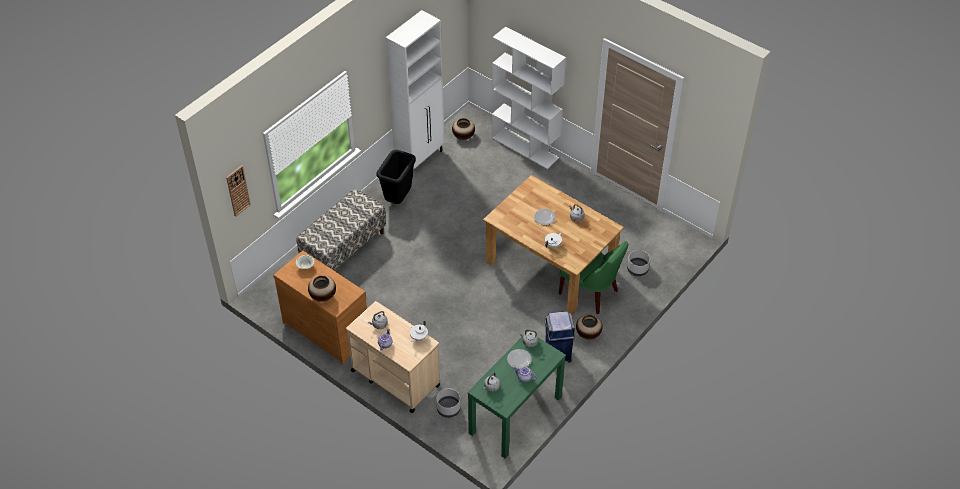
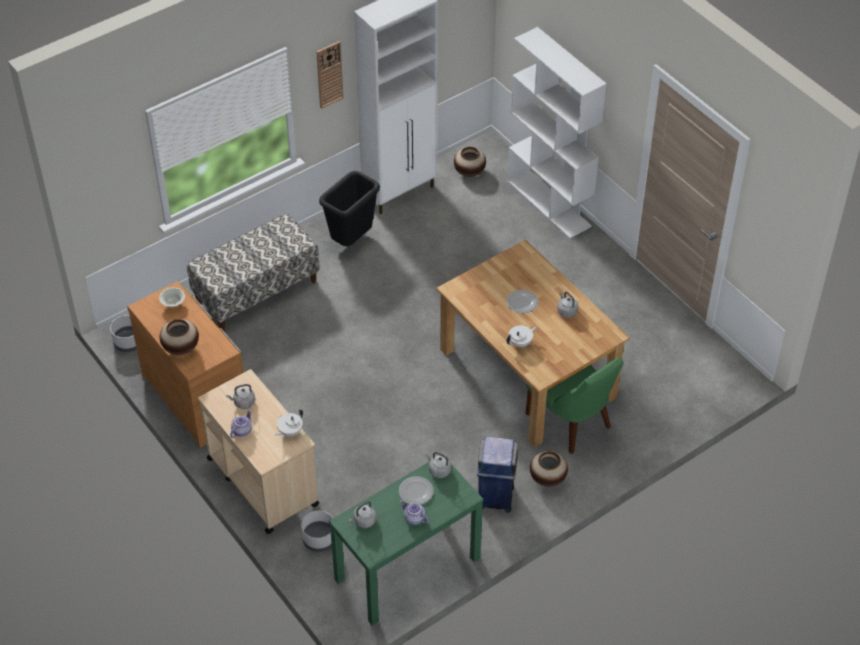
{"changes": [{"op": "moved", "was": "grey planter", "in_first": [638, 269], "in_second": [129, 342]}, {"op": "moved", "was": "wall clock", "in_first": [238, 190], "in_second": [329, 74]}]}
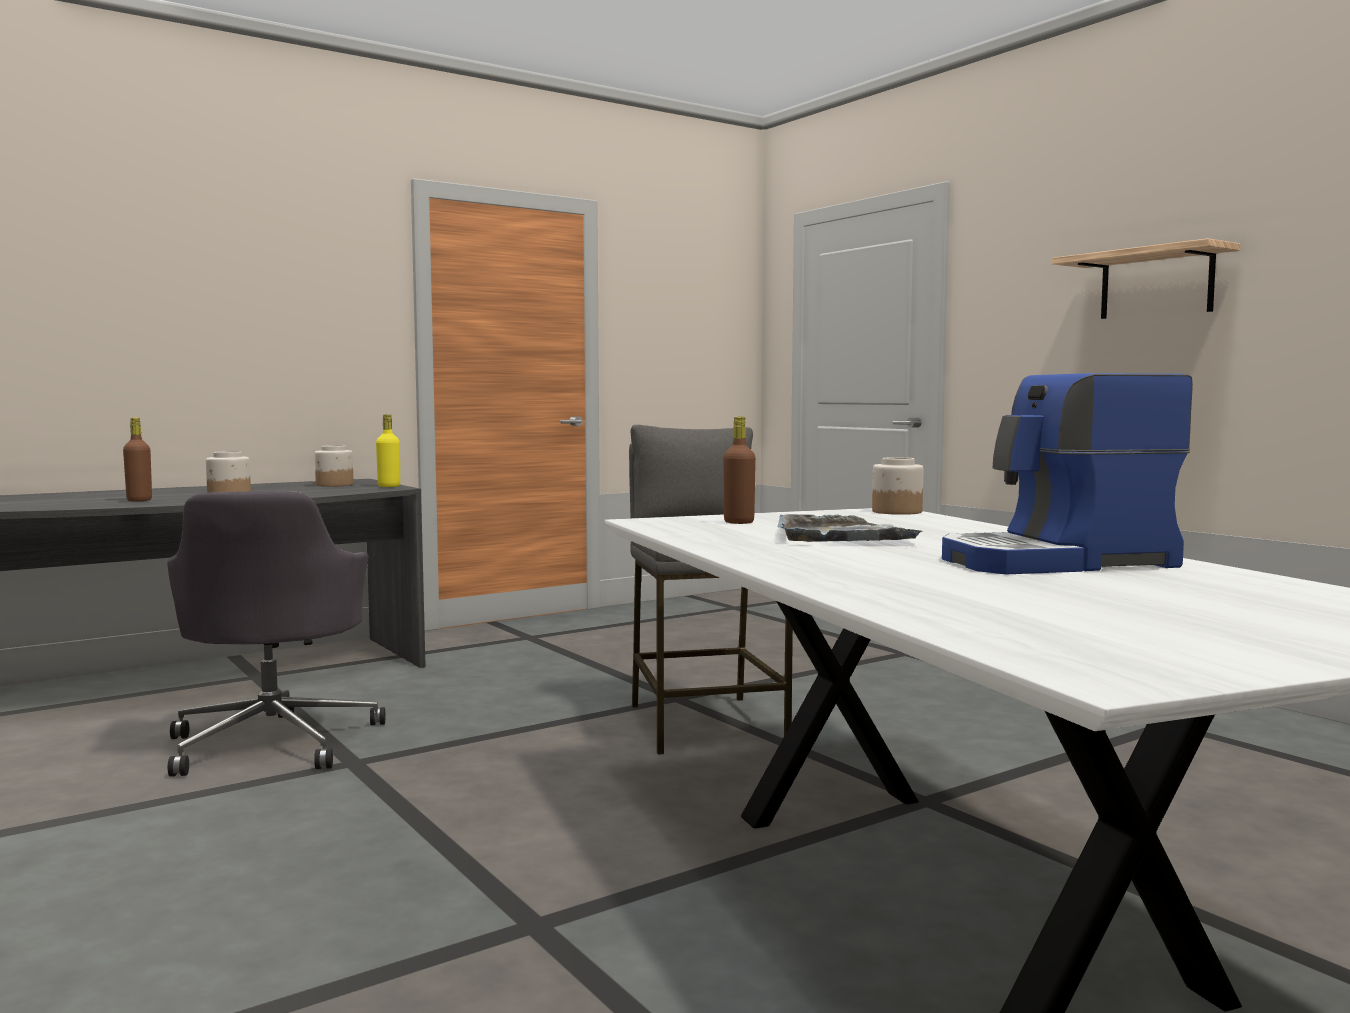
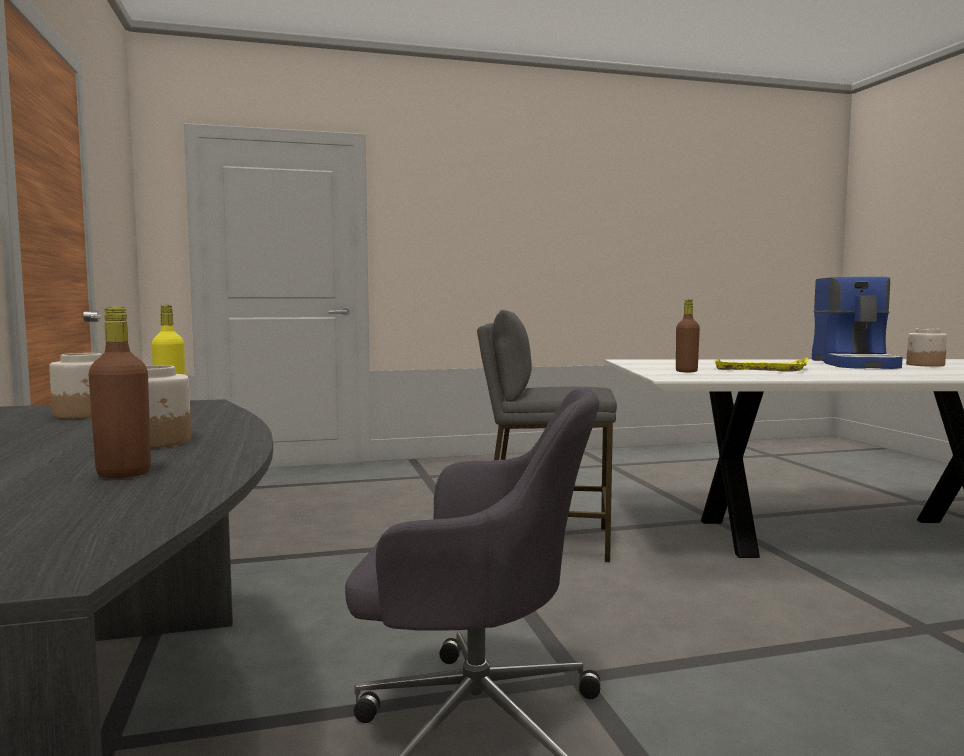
{"changes": [{"op": "recoloured", "was": "grey tray", "now": "yellow tray", "in_first": [843, 536], "in_second": [761, 368]}, {"op": "moved", "was": "jar", "in_first": [896, 512], "in_second": [925, 365]}, {"op": "removed", "was": "shelf", "in_first": [1156, 284]}]}
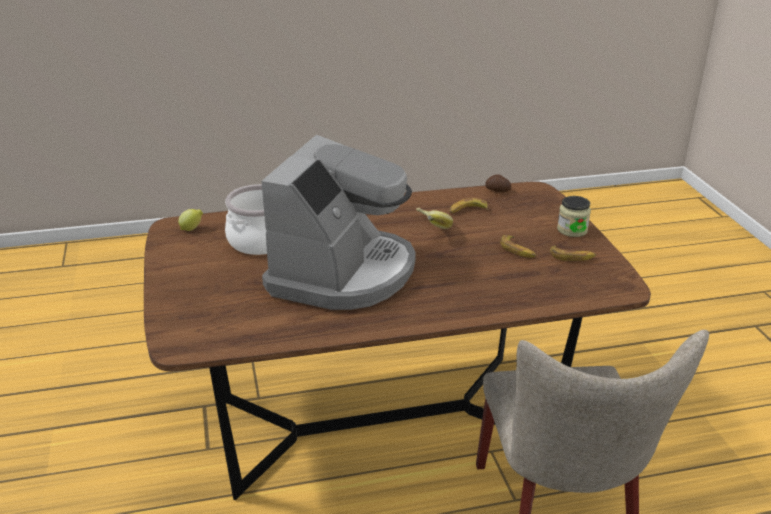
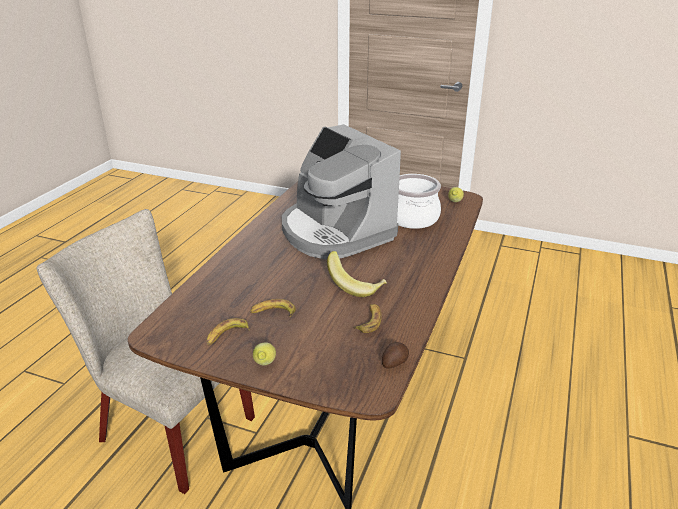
{"changes": [{"op": "replaced", "was": "jar", "now": "lemon", "in_first": [572, 230], "in_second": [264, 364]}]}
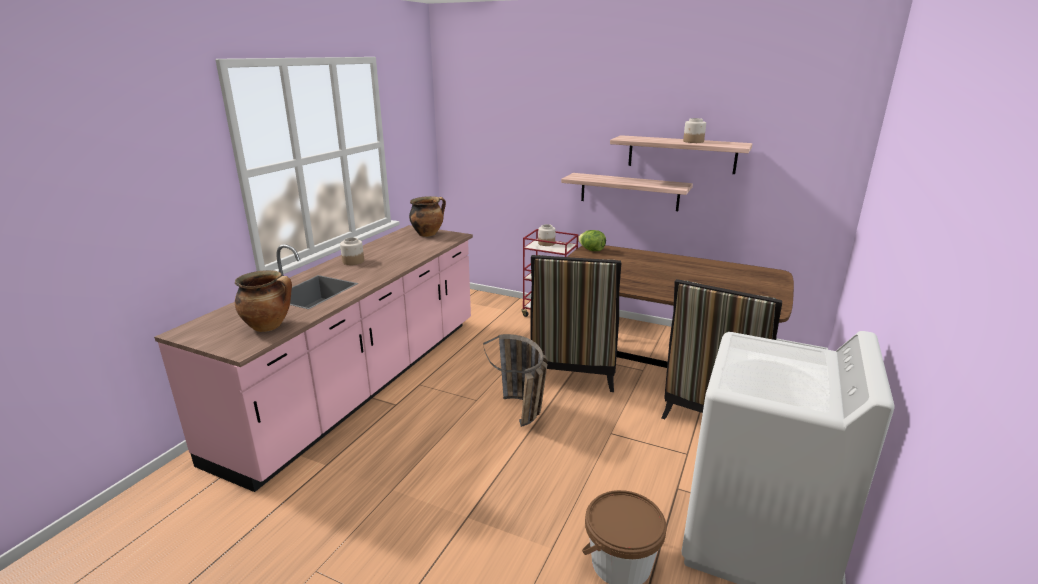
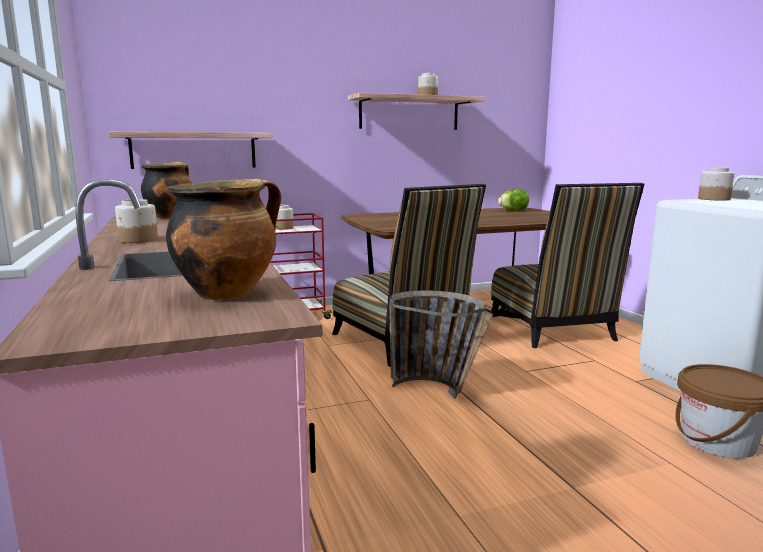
{"changes": [{"op": "moved", "was": "shelf", "in_first": [629, 191], "in_second": [194, 150]}, {"op": "moved", "was": "lettuce", "in_first": [591, 250], "in_second": [513, 211]}, {"op": "added", "now": "jar", "in_second": [713, 199]}]}
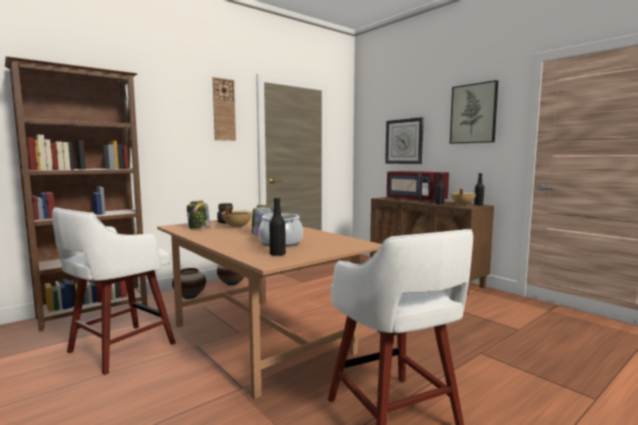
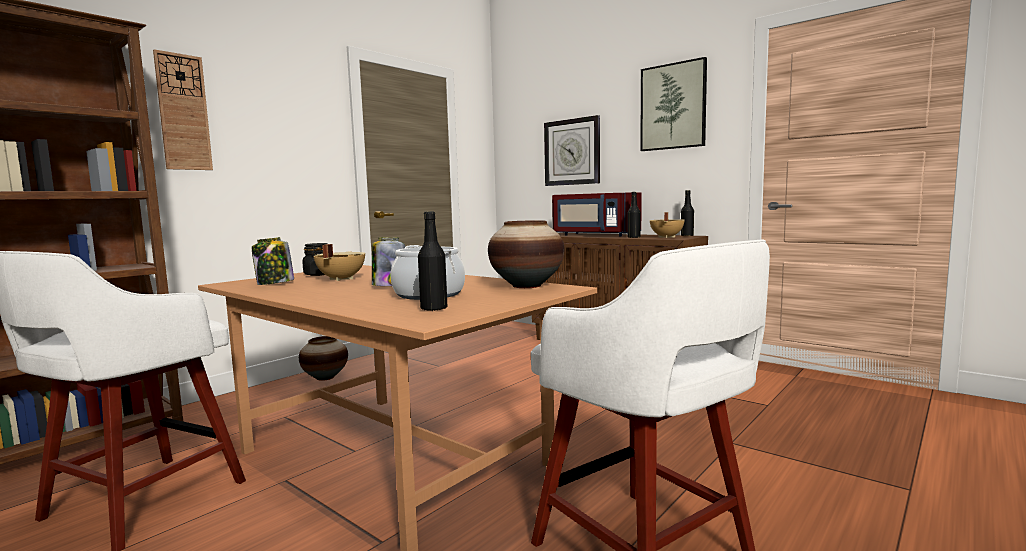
{"changes": [{"op": "moved", "was": "wall clock", "in_first": [224, 110], "in_second": [183, 112]}, {"op": "moved", "was": "vase", "in_first": [190, 296], "in_second": [527, 286]}]}
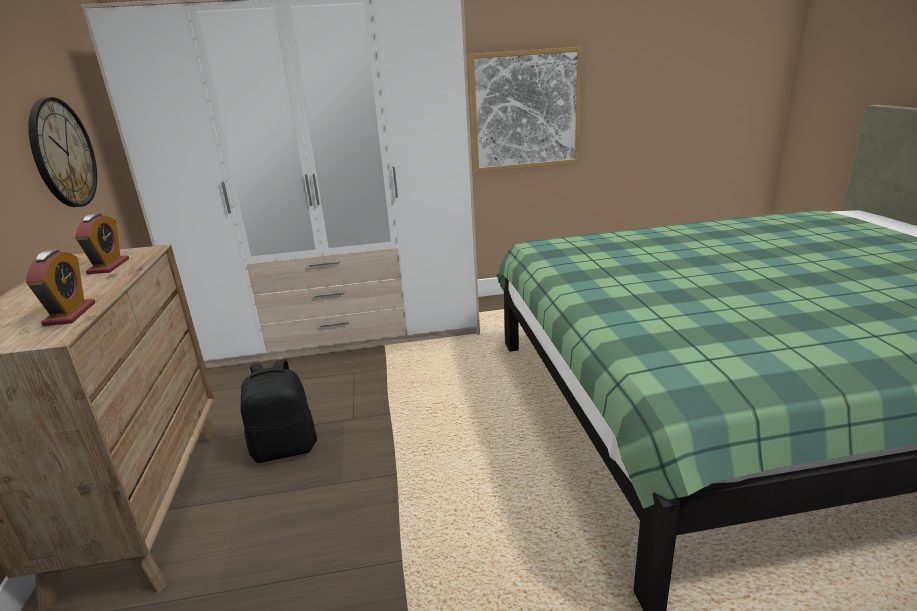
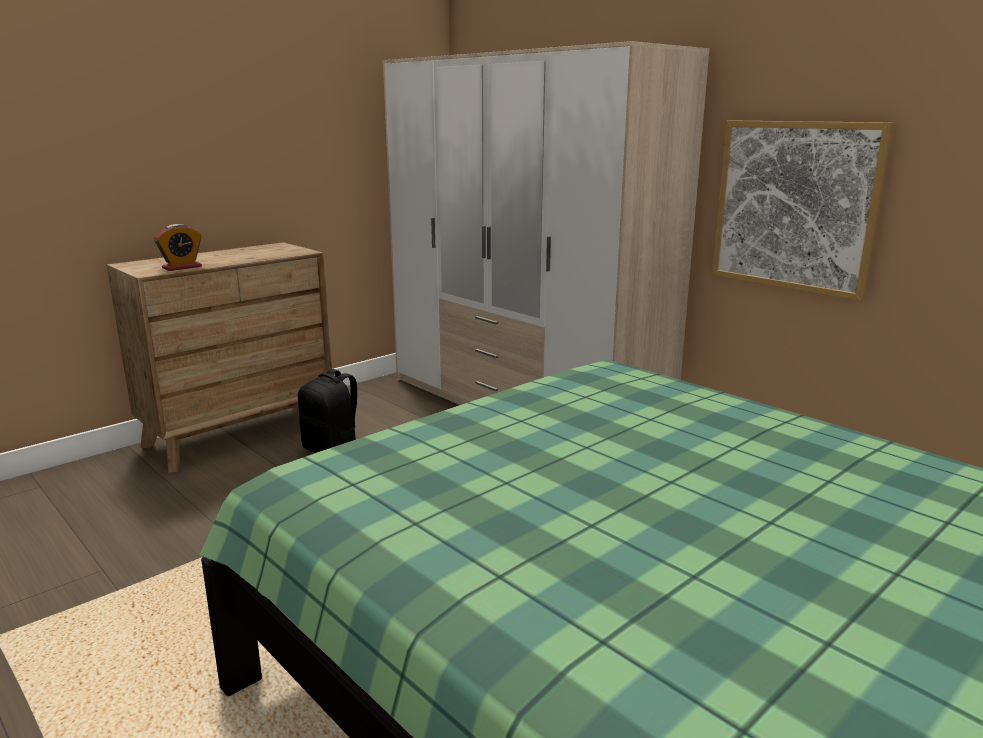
{"changes": [{"op": "removed", "was": "wall clock", "in_first": [62, 153]}, {"op": "removed", "was": "alarm clock", "in_first": [108, 266]}]}
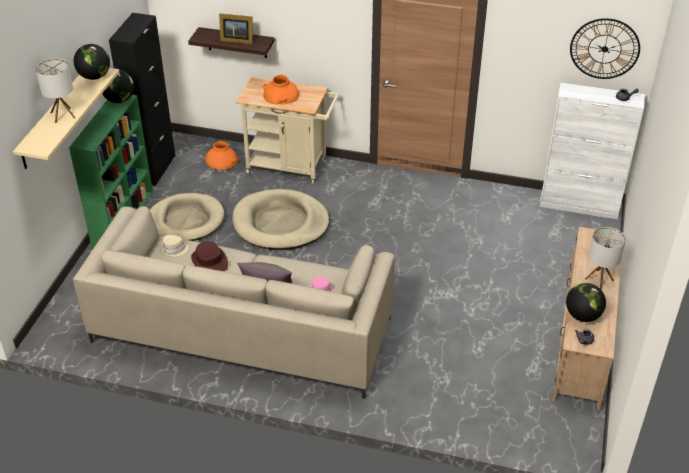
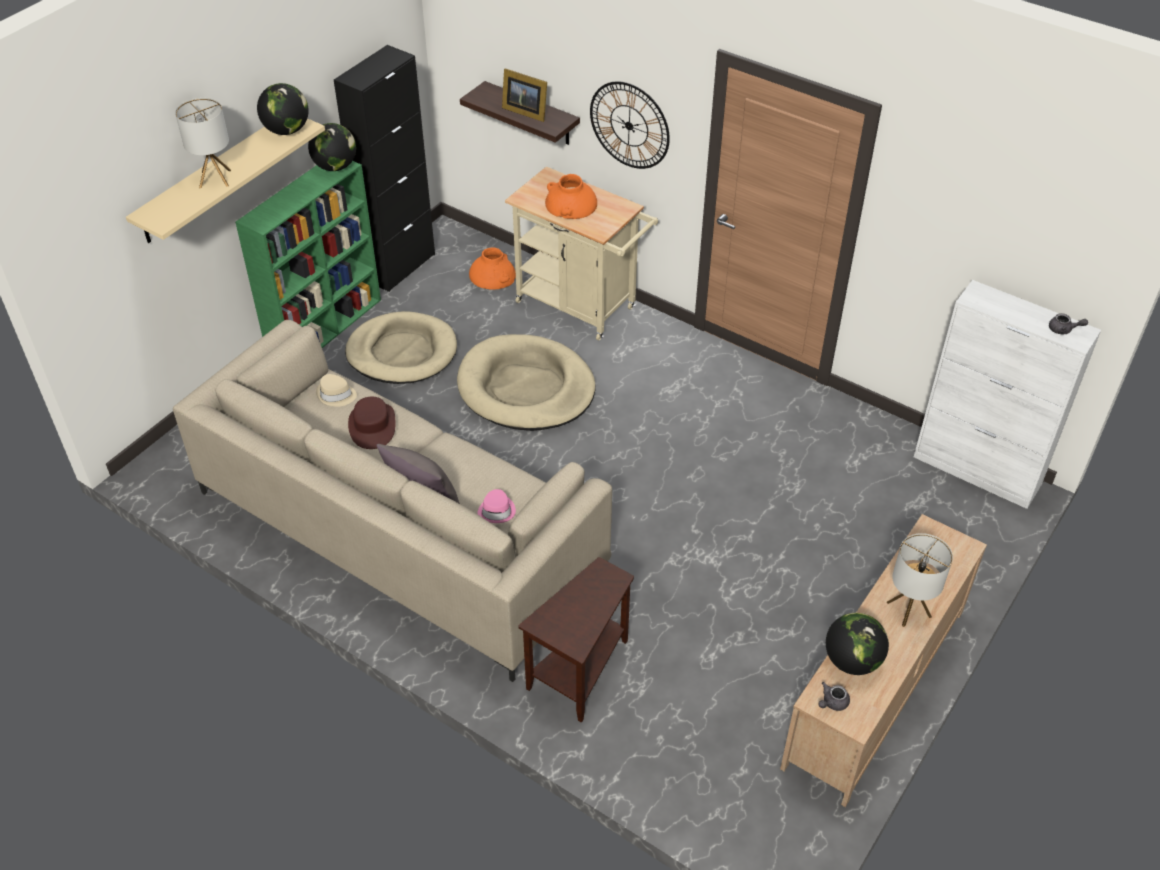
{"changes": [{"op": "added", "now": "brown side table", "in_second": [580, 673]}, {"op": "moved", "was": "wall clock", "in_first": [604, 49], "in_second": [629, 125]}]}
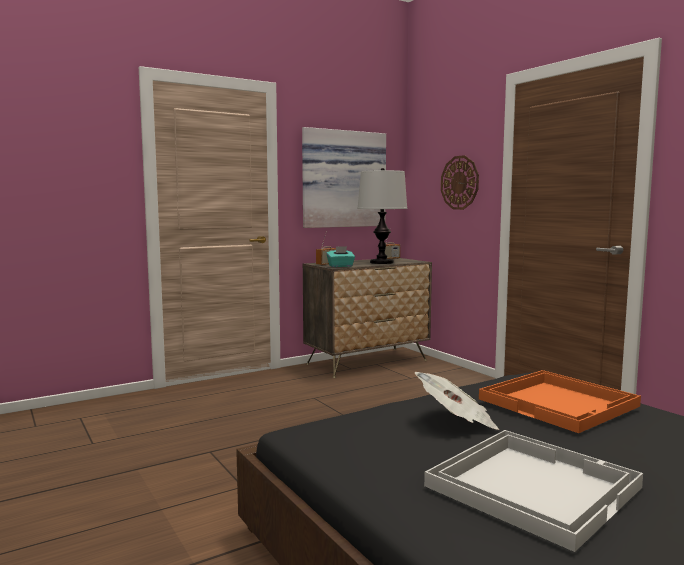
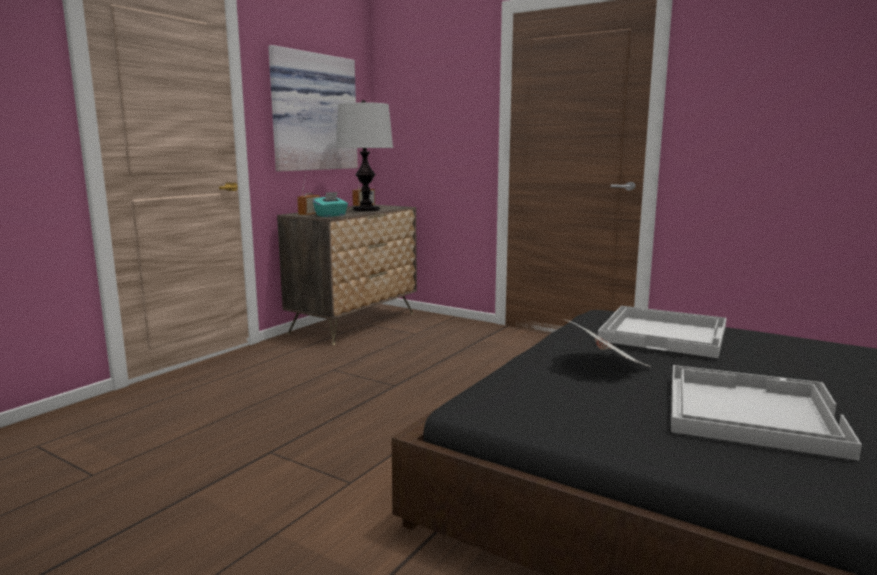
{"changes": [{"op": "recoloured", "was": "orange tray", "now": "white tray", "in_first": [559, 402], "in_second": [665, 333]}, {"op": "removed", "was": "wall clock", "in_first": [459, 182]}]}
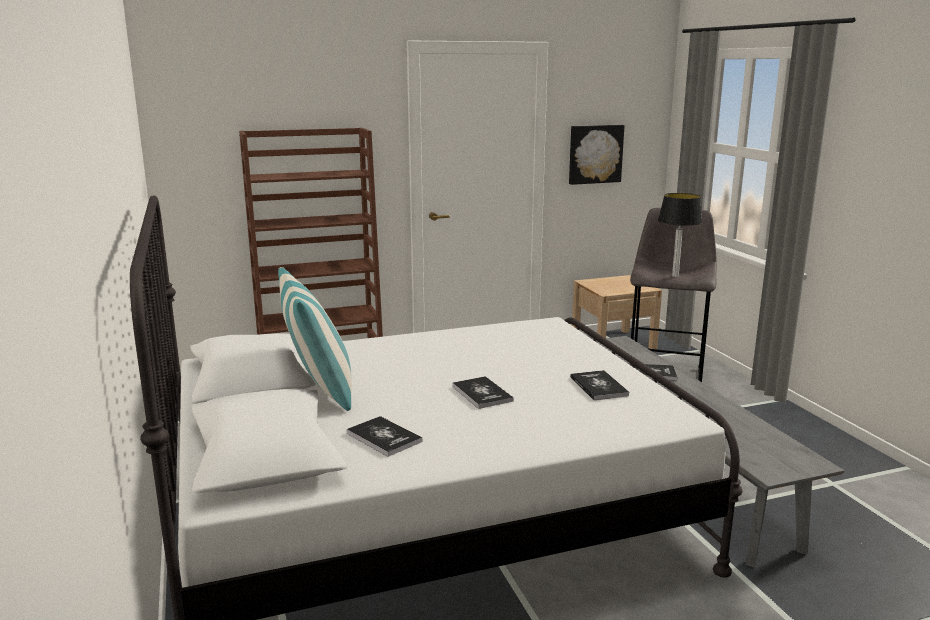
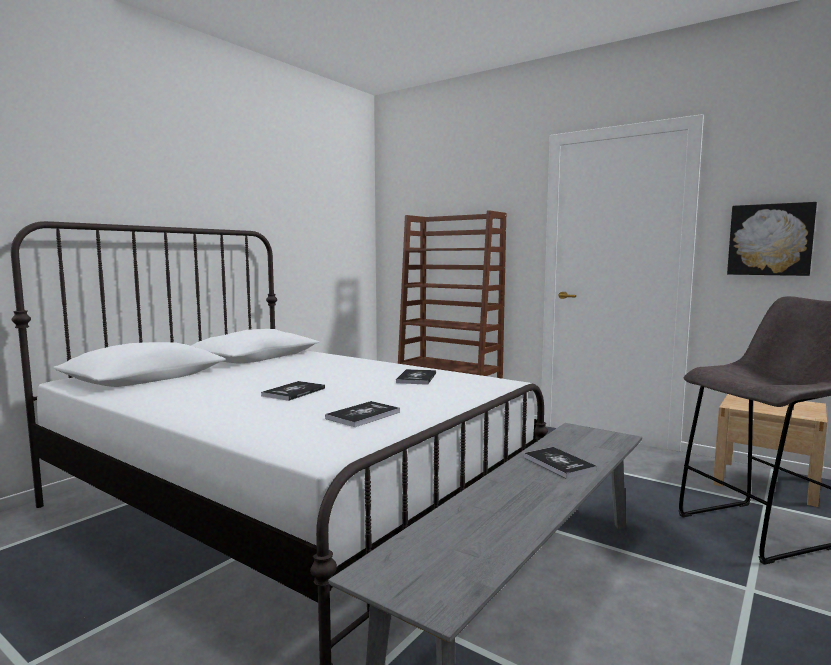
{"changes": [{"op": "moved", "was": "book", "in_first": [384, 437], "in_second": [416, 378]}, {"op": "removed", "was": "pillow", "in_first": [319, 391]}, {"op": "removed", "was": "table lamp", "in_first": [675, 276]}]}
